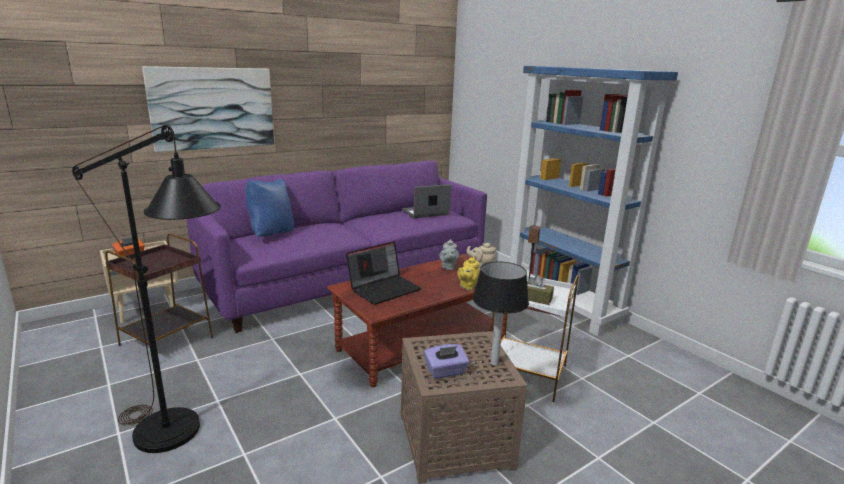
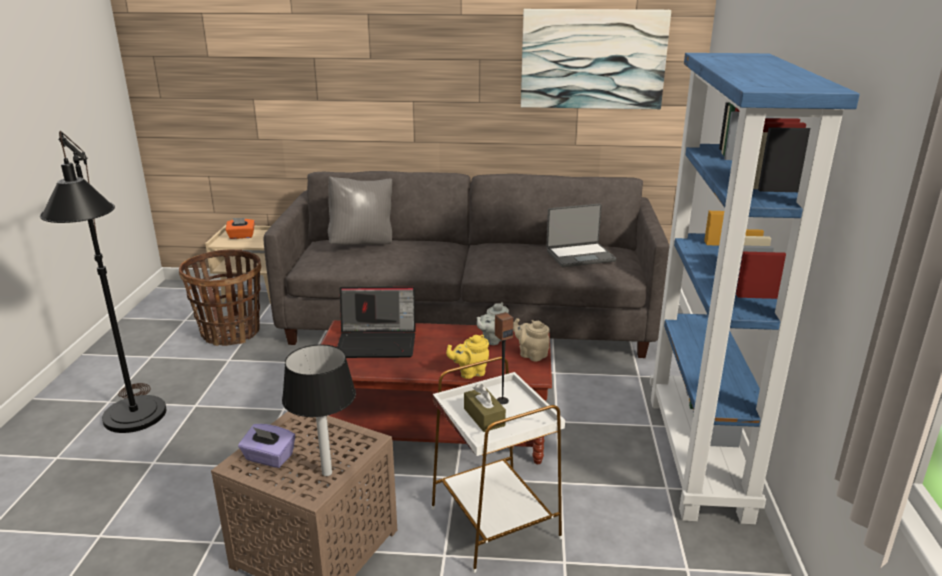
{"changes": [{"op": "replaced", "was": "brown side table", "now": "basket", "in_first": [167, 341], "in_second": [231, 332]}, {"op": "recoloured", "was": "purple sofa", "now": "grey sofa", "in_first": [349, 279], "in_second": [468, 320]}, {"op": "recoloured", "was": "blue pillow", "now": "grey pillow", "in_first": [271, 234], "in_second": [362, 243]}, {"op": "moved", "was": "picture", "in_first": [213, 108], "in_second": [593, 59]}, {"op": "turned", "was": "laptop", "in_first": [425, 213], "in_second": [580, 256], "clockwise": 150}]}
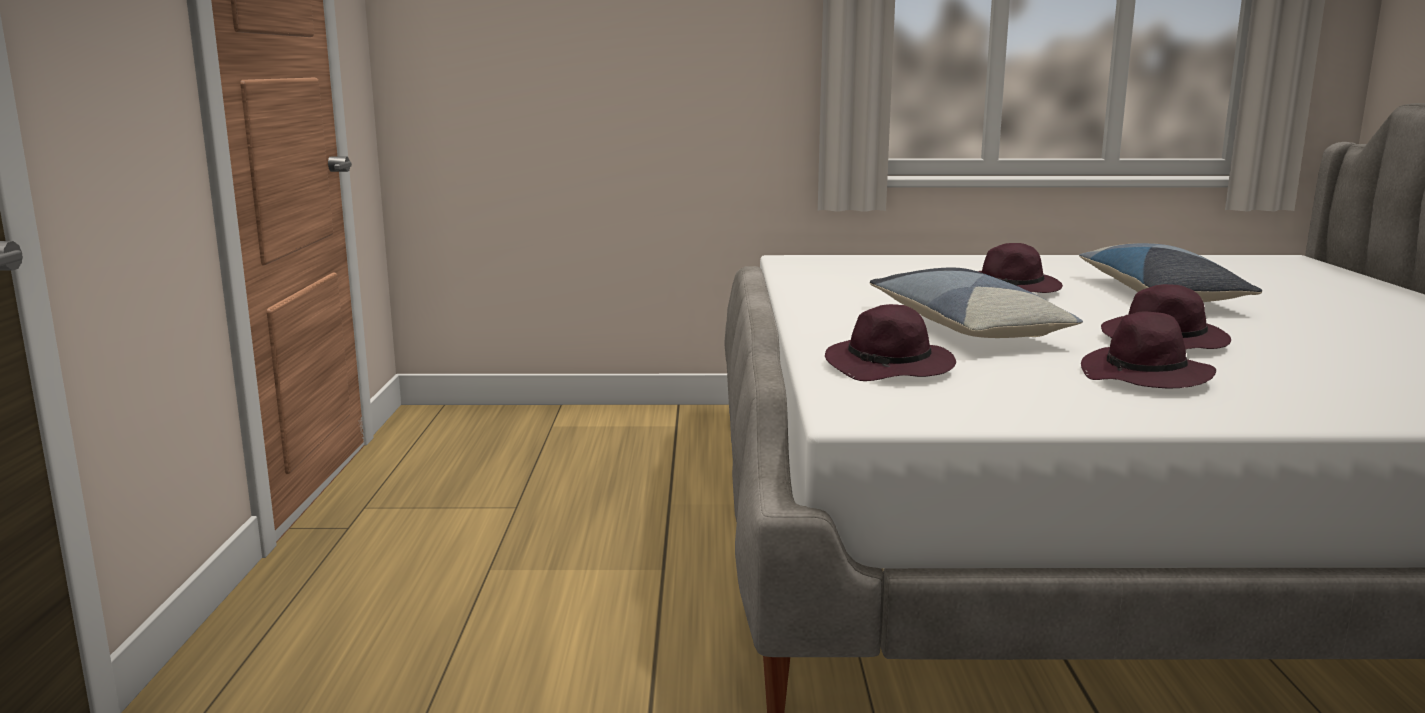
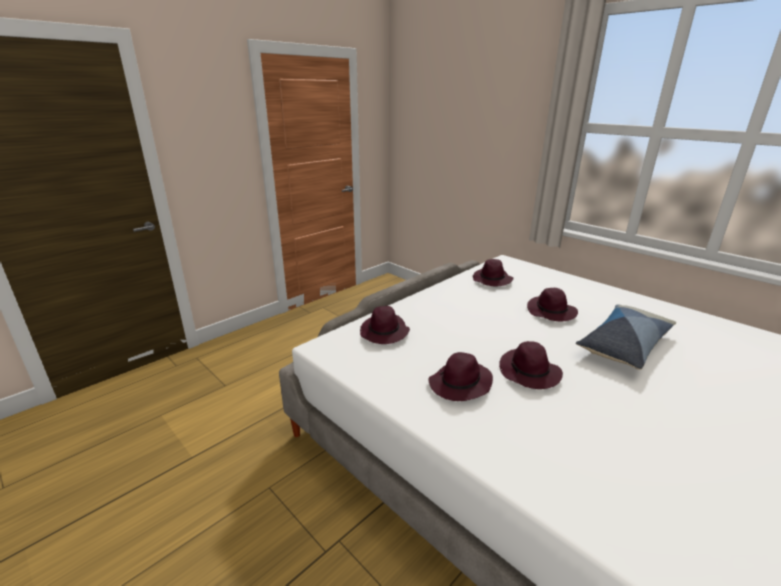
{"changes": [{"op": "added", "now": "purple hat", "in_second": [492, 280]}, {"op": "removed", "was": "pillow", "in_first": [965, 327]}]}
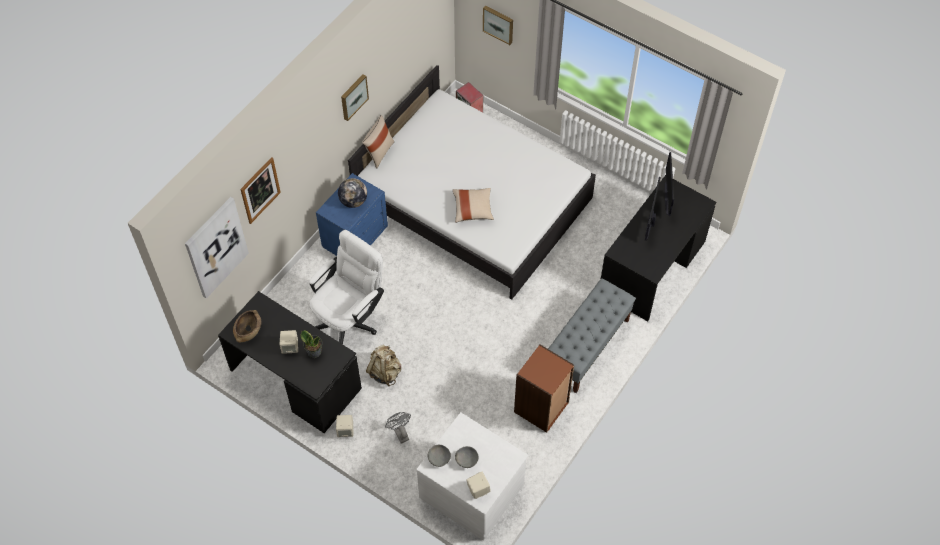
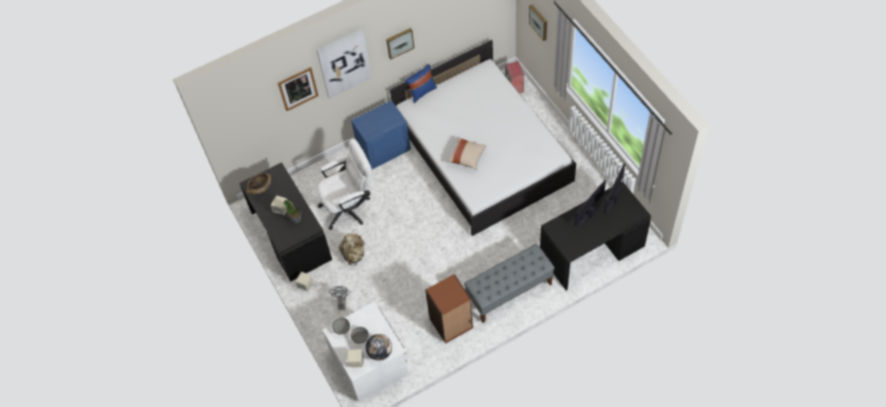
{"changes": [{"op": "moved", "was": "picture", "in_first": [216, 247], "in_second": [344, 63]}, {"op": "moved", "was": "globe", "in_first": [353, 201], "in_second": [380, 352]}, {"op": "recoloured", "was": "beige pillow", "now": "blue pillow", "in_first": [379, 152], "in_second": [422, 92]}]}
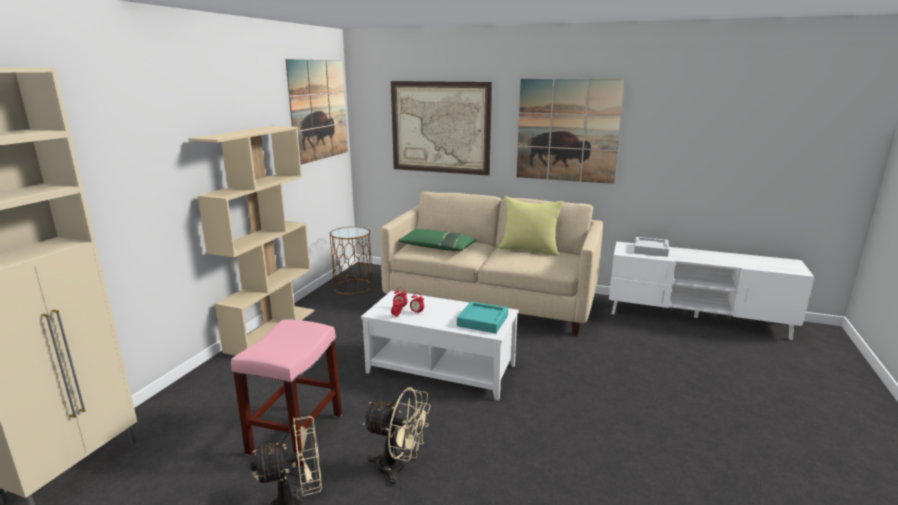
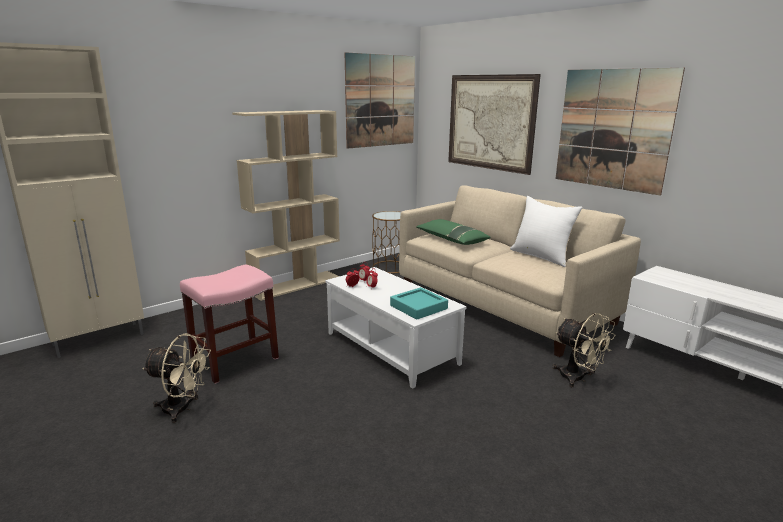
{"changes": [{"op": "recoloured", "was": "yellow pillow", "now": "white pillow", "in_first": [529, 249], "in_second": [541, 256]}, {"op": "moved", "was": "beige fan", "in_first": [399, 468], "in_second": [578, 379]}, {"op": "removed", "was": "grey tray", "in_first": [650, 250]}]}
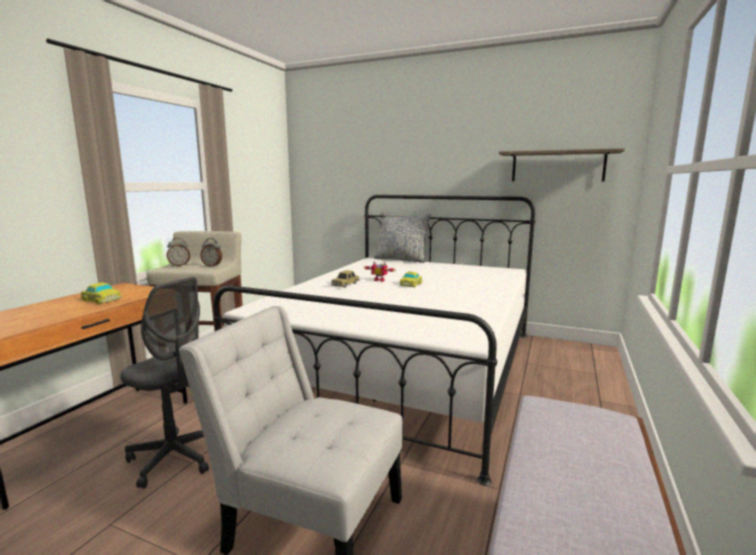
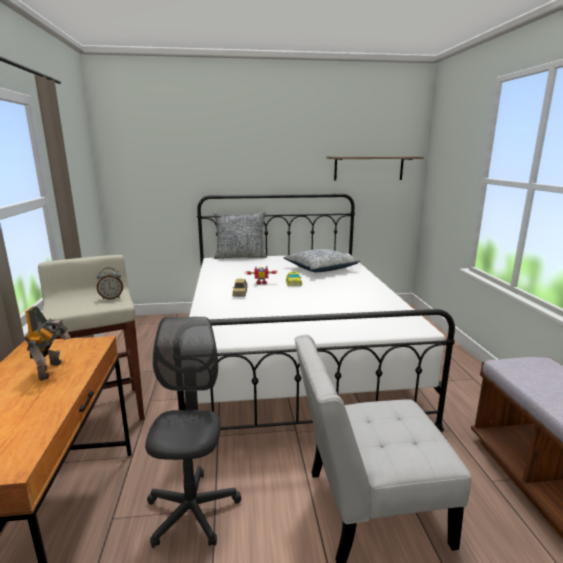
{"changes": [{"op": "replaced", "was": "toy car", "now": "toy robot", "in_first": [101, 299], "in_second": [52, 370]}, {"op": "turned", "was": "grey office chair", "in_first": [175, 458], "in_second": [192, 511], "clockwise": -90}, {"op": "added", "now": "pillow", "in_second": [320, 268]}, {"op": "removed", "was": "alarm clock", "in_first": [179, 265]}]}
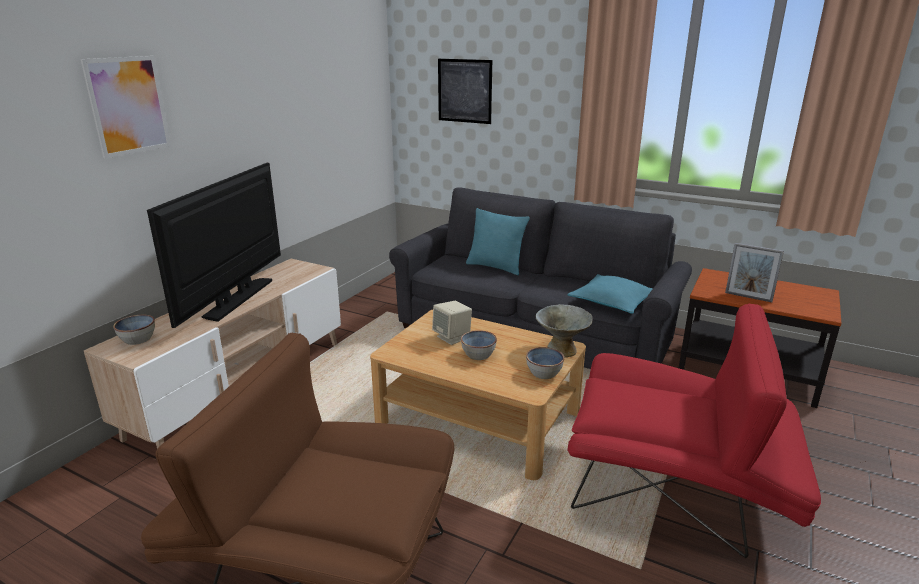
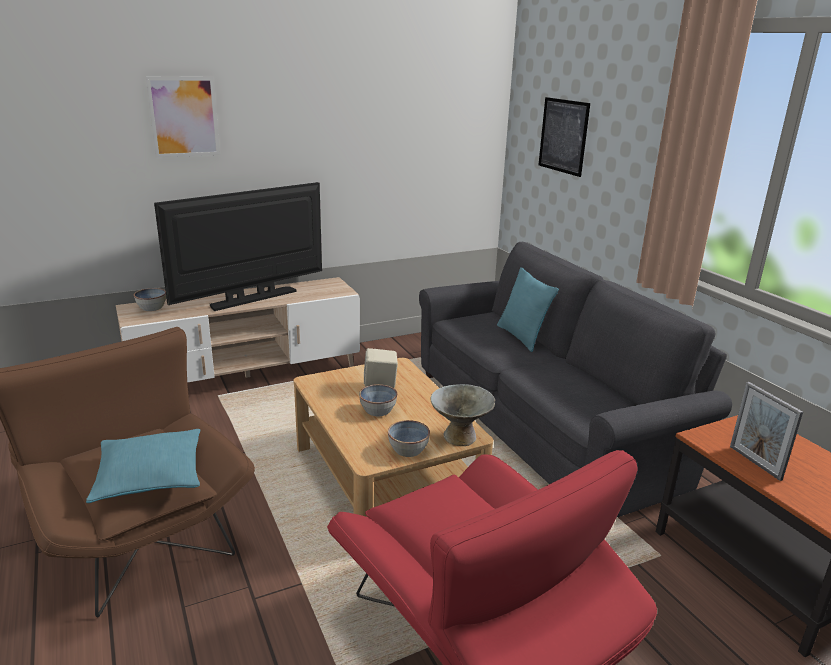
{"changes": [{"op": "moved", "was": "turquoise pillow", "in_first": [612, 302], "in_second": [150, 476]}]}
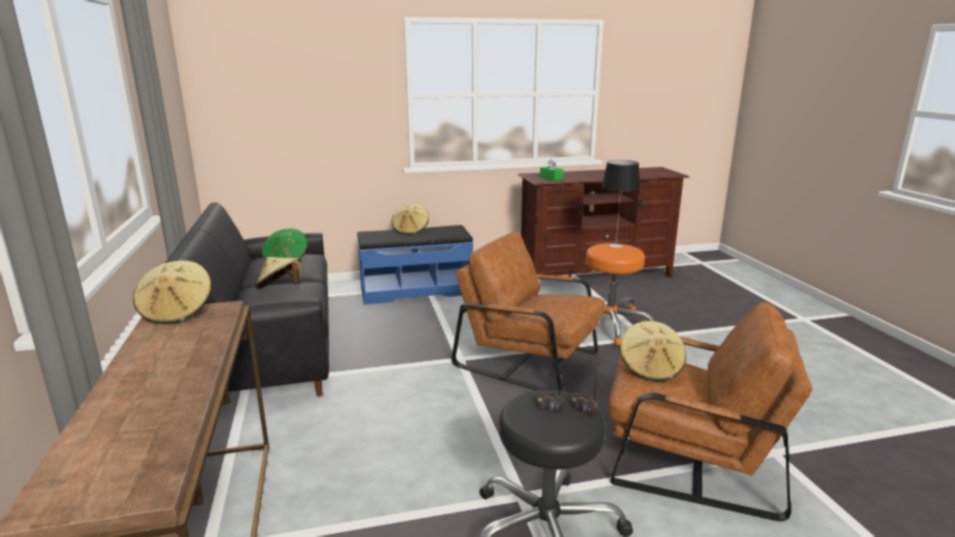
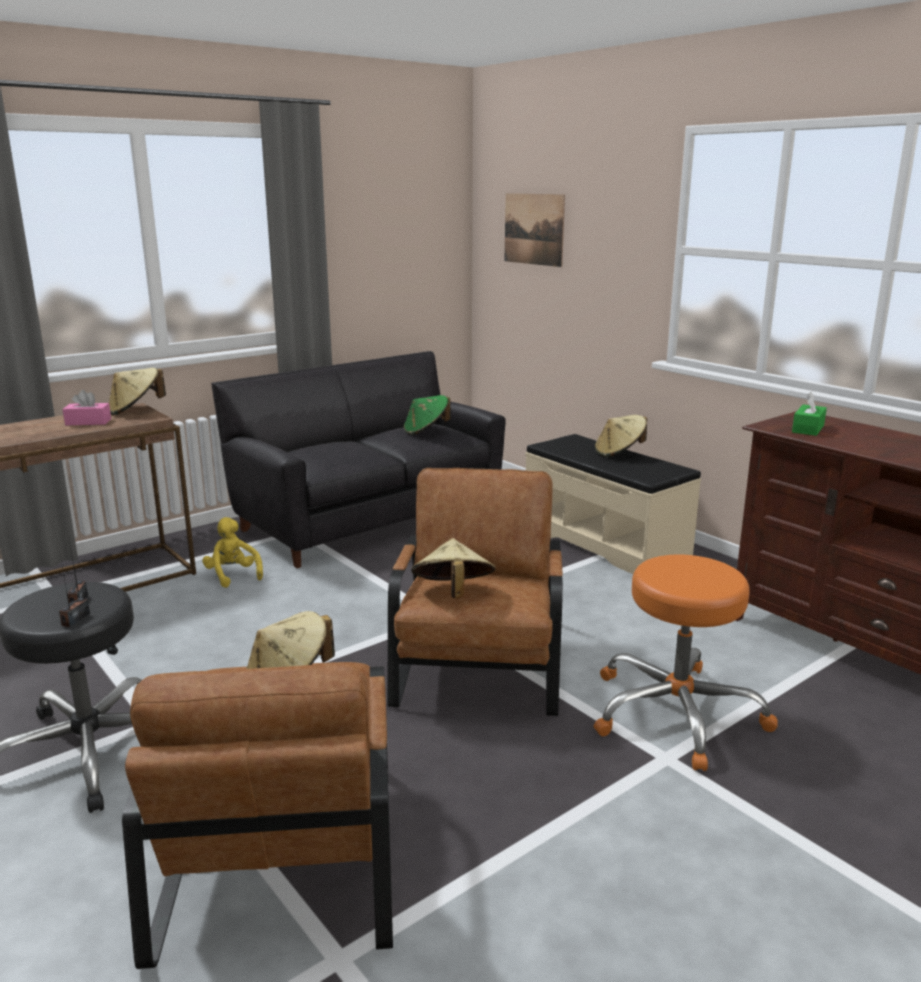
{"changes": [{"op": "added", "now": "pink tissue box", "in_second": [88, 422]}, {"op": "added", "now": "yellow plush toy", "in_second": [233, 575]}, {"op": "moved", "was": "beige hat", "in_first": [280, 288], "in_second": [453, 593]}, {"op": "added", "now": "picture", "in_second": [533, 229]}, {"op": "recoloured", "was": "blue bench", "now": "beige bench", "in_first": [416, 290], "in_second": [605, 542]}, {"op": "removed", "was": "table lamp", "in_first": [615, 245]}]}
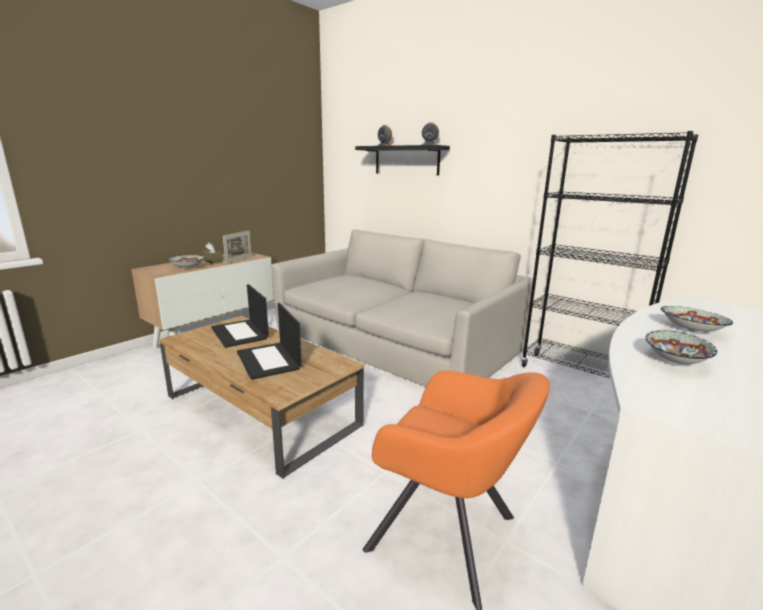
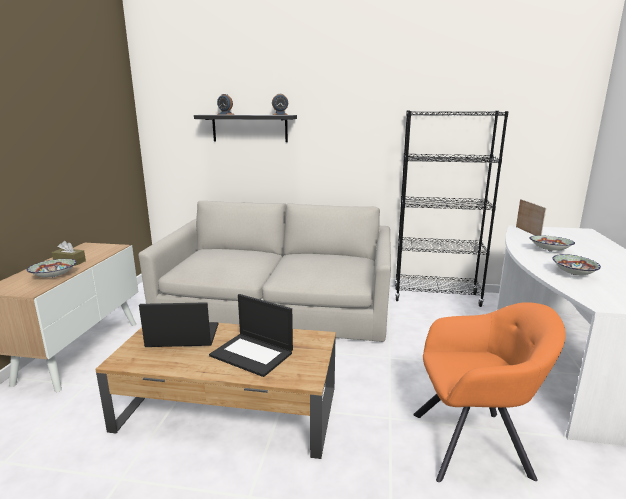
{"changes": [{"op": "turned", "was": "laptop", "in_first": [240, 333], "in_second": [182, 336], "clockwise": 150}, {"op": "moved", "was": "picture frame", "in_first": [239, 260], "in_second": [528, 232]}]}
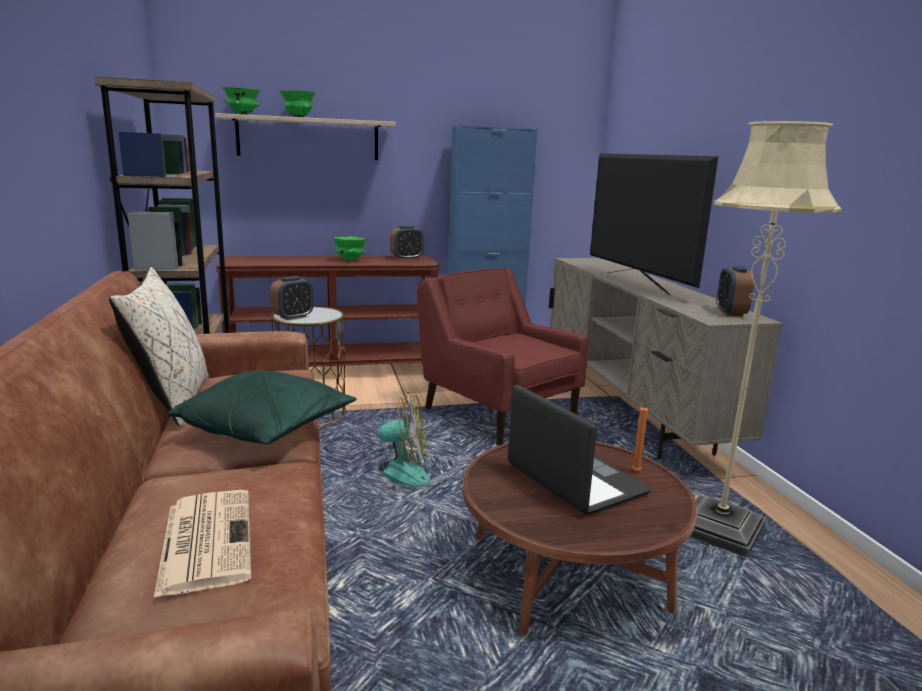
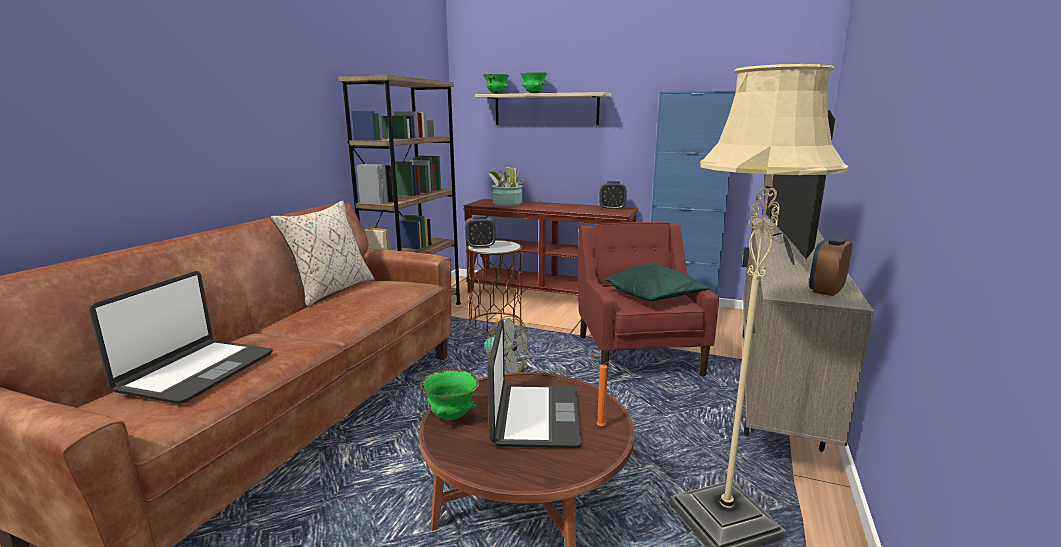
{"changes": [{"op": "replaced", "was": "newspaper", "now": "laptop", "in_first": [206, 539], "in_second": [196, 371]}, {"op": "moved", "was": "green bowl", "in_first": [350, 260], "in_second": [451, 417]}, {"op": "added", "now": "potted plant", "in_second": [507, 204]}, {"op": "moved", "was": "green pillow", "in_first": [267, 429], "in_second": [654, 297]}]}
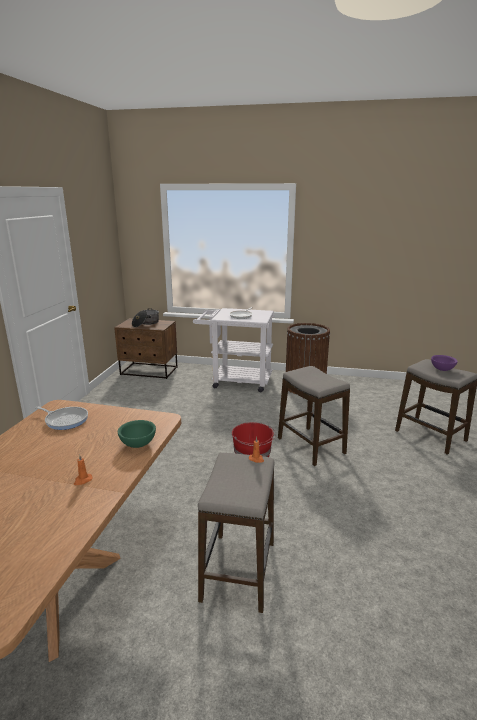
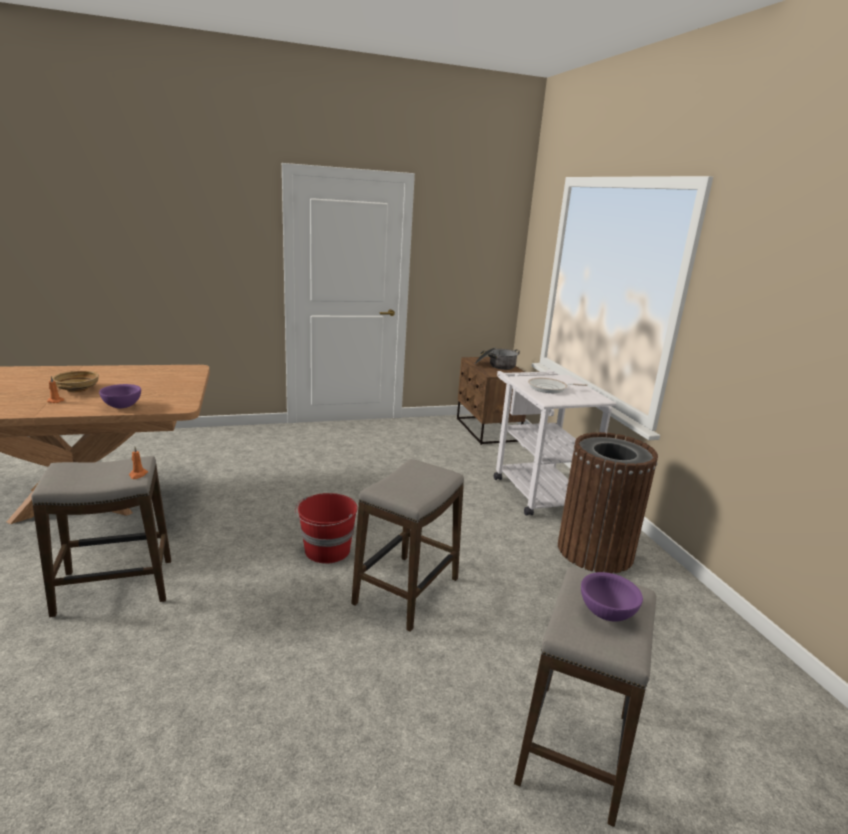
{"changes": [{"op": "added", "now": "beige bowl", "in_second": [77, 389]}, {"op": "recoloured", "was": "green bowl", "now": "purple bowl", "in_first": [138, 444], "in_second": [122, 407]}, {"op": "removed", "was": "frying pan", "in_first": [65, 420]}]}
